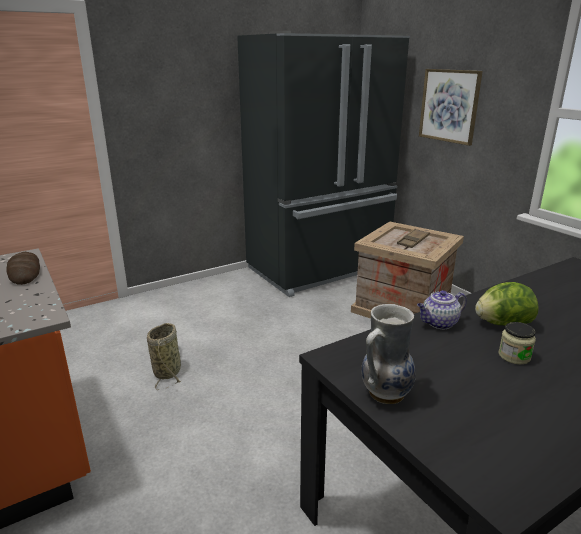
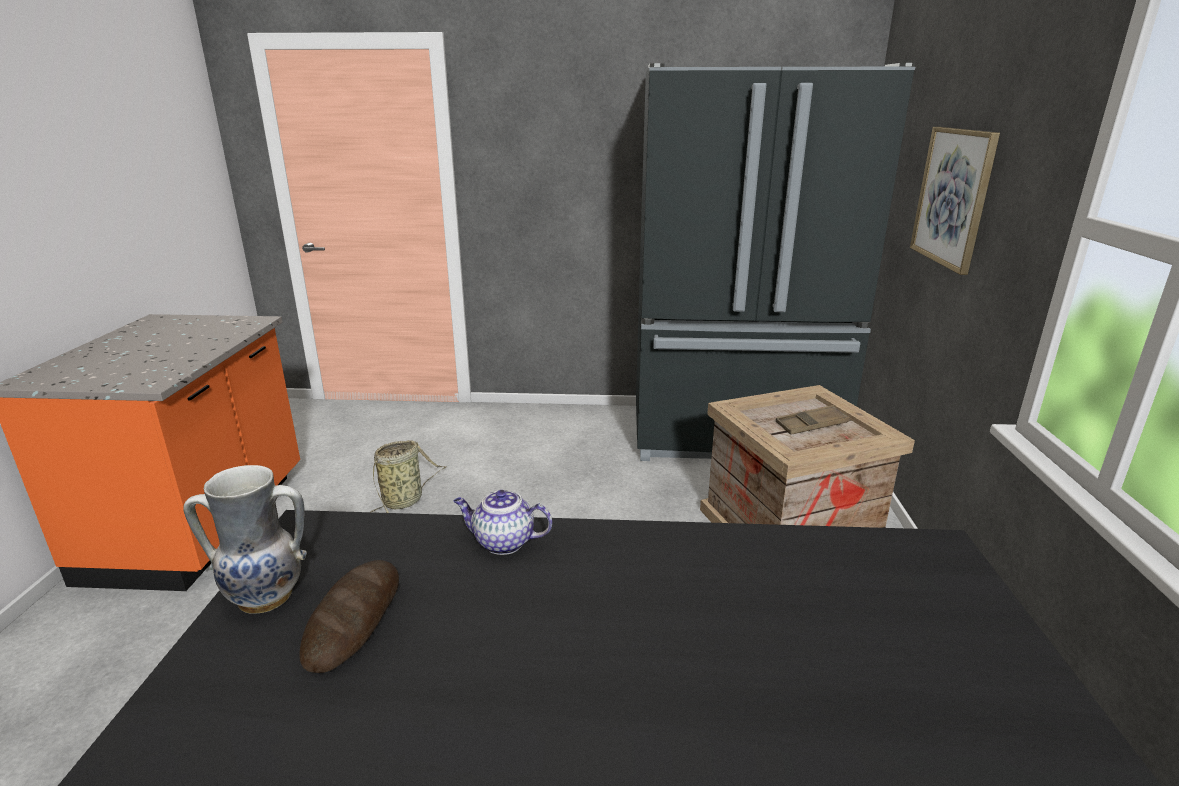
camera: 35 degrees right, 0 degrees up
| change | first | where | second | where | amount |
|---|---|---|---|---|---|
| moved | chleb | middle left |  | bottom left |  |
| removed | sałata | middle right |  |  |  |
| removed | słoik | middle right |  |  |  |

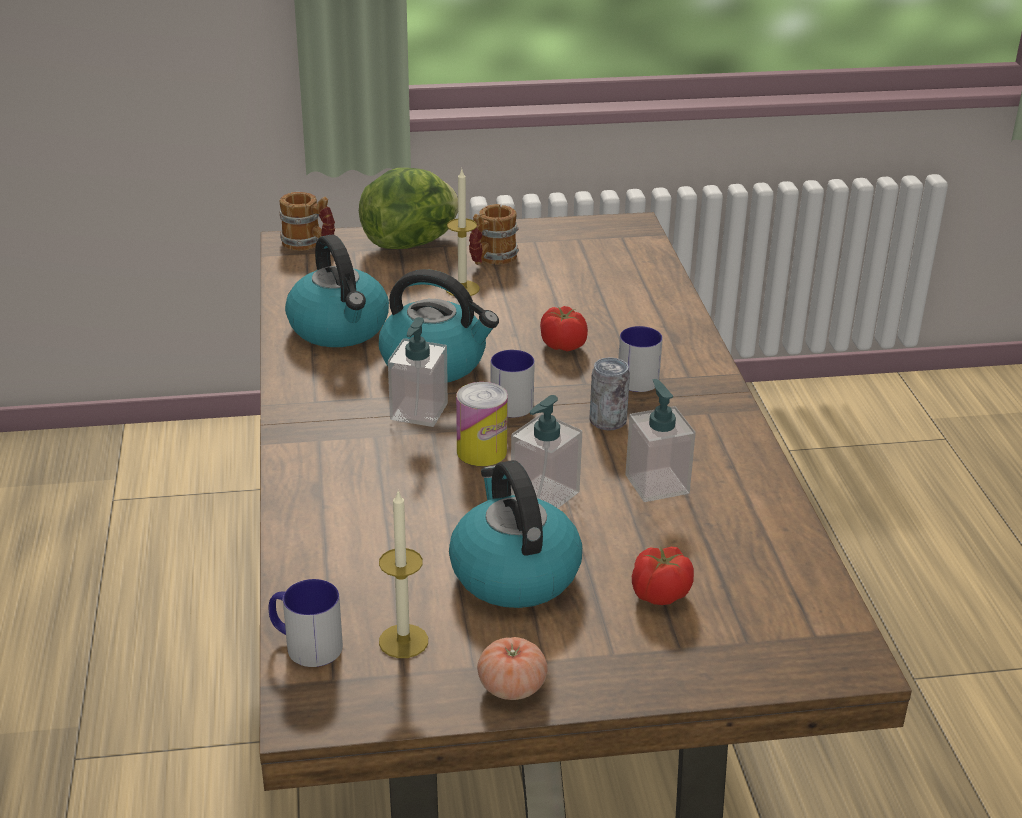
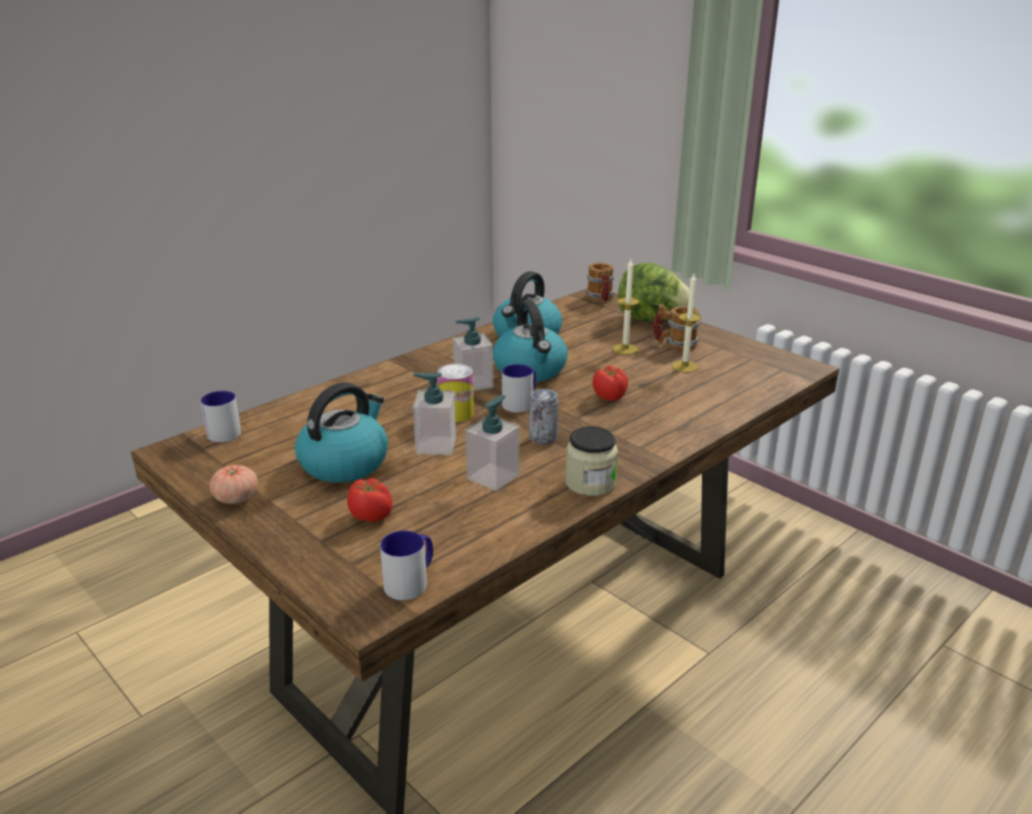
camera: 55 degrees right, 5 degrees down
| change | first | where | second | where | amount |
|---|---|---|---|---|---|
| moved | kubek (5th from left in the first image) | centre | kubek (2nd from left) | bottom centre |  |
| moved | świeca (1st from left in the first image) | bottom centre | świeca (2nd from left) | centre |  |
| added |  |  | słoik | centre |  |

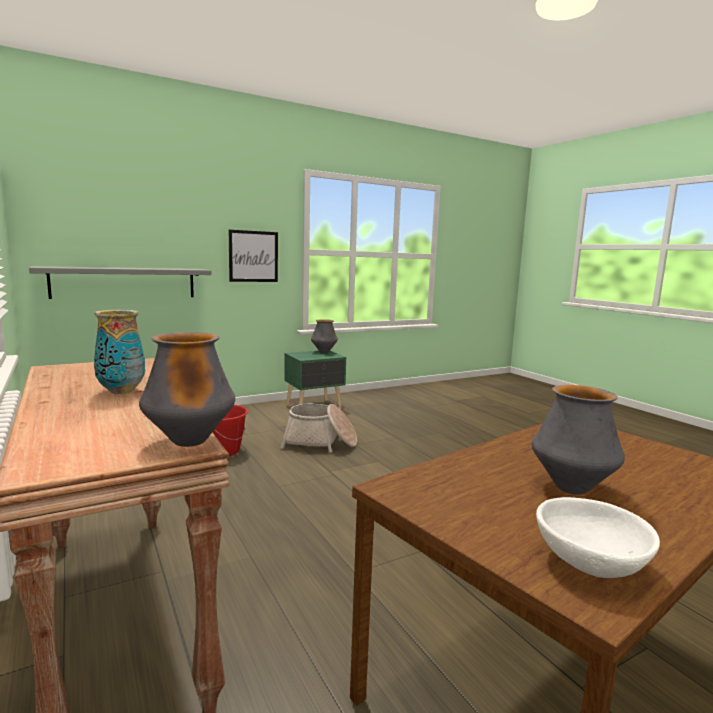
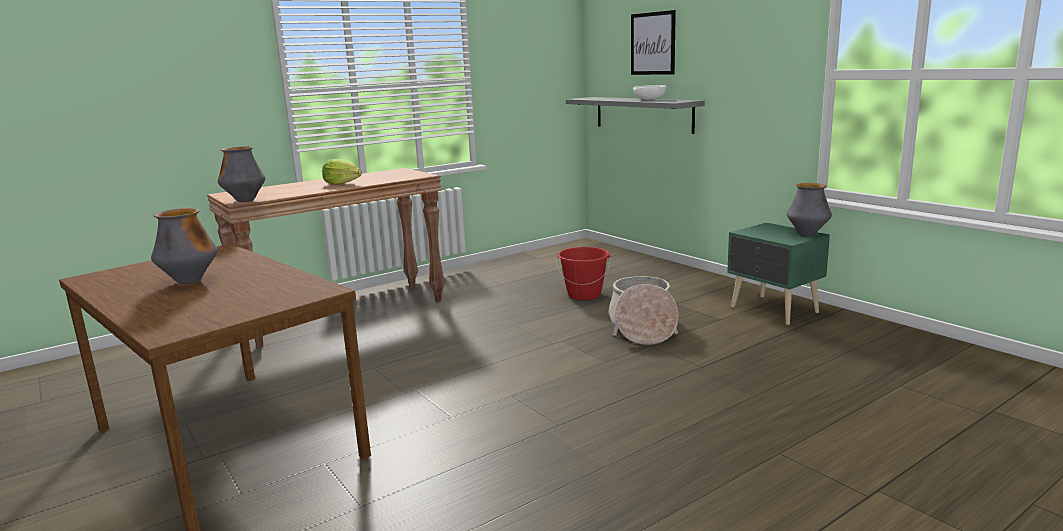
camera: 85 degrees right, 5 degrees up
| change | first | where | second | where | amount |
|---|---|---|---|---|---|
| moved | obraz | centre |  | top centre |  |
| replaced | wazon (1st from left) | middle left | sałata | top left |  |
| moved | miska [biały] | bottom right |  | top centre |  |

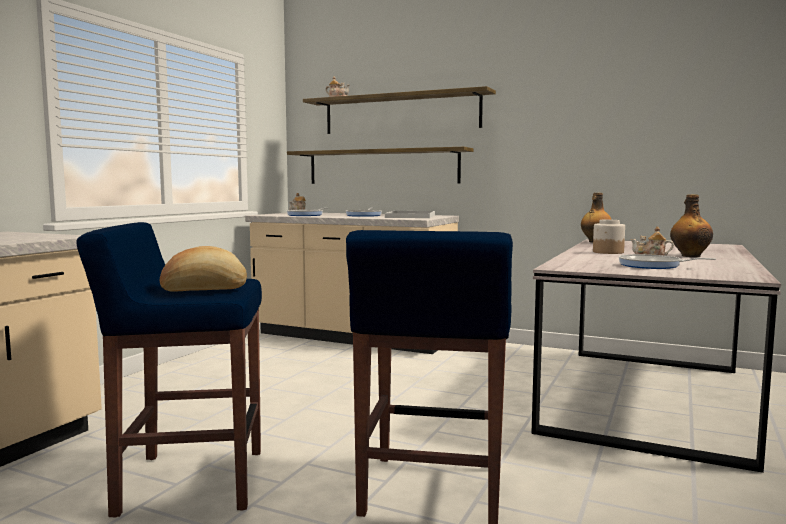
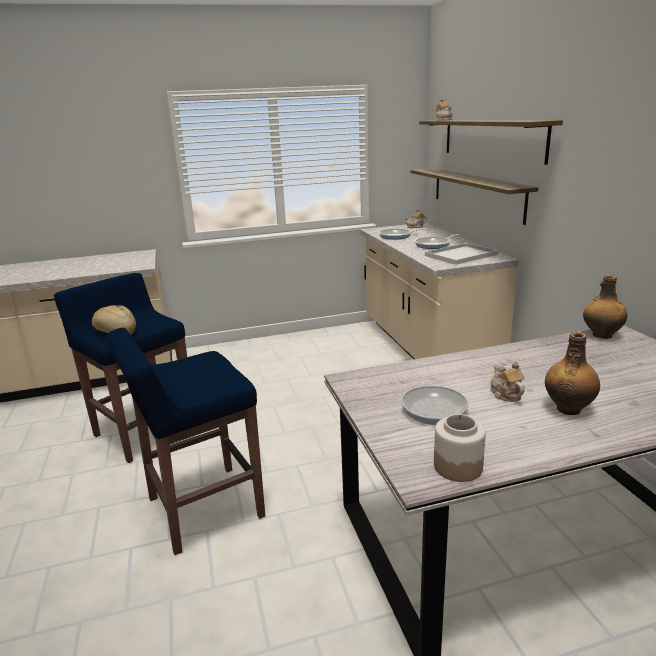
camera: 50 degrees right, 15 degrees up
| change | first | where | second | where | amount |
|---|---|---|---|---|---|
| moved | słoik | middle right |  | bottom right |  |

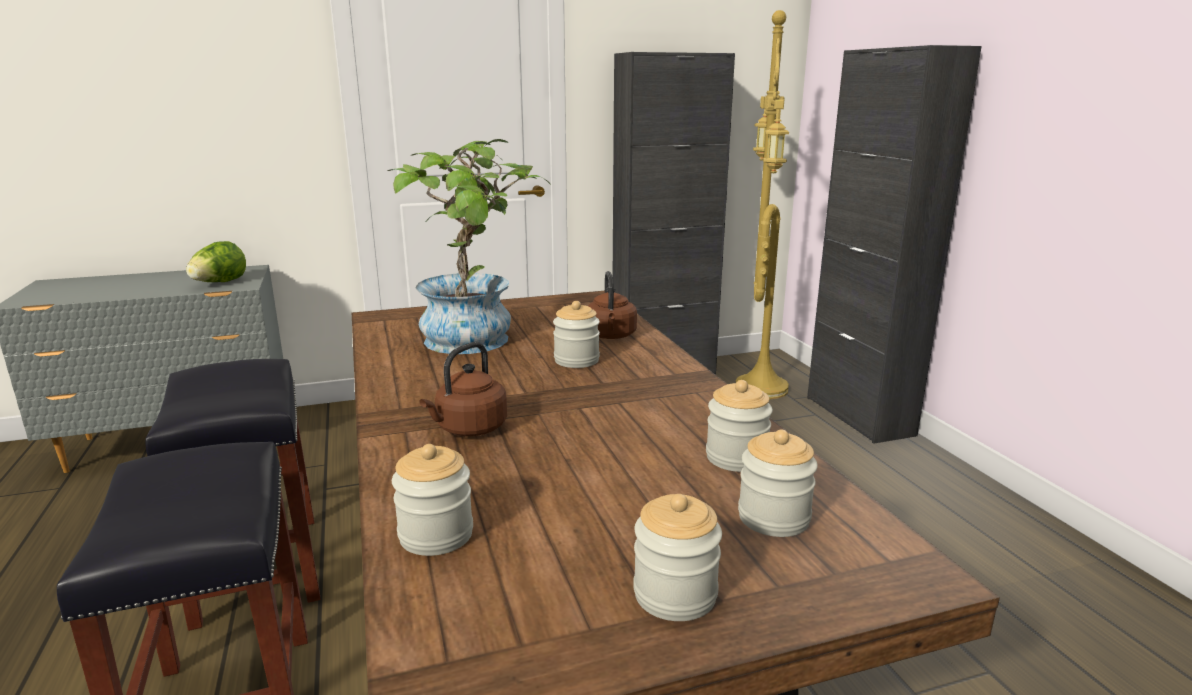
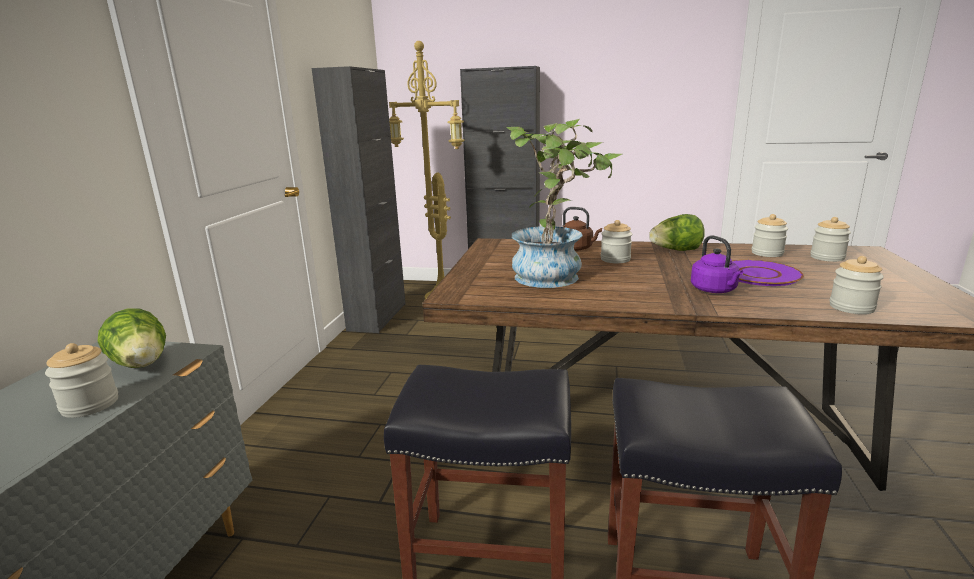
camera: 60 degrees left, 0 degrees up
| change | first | where | second | where | amount |
|---|---|---|---|---|---|
| recoloured | czajnik [brązowy] (1st from left) | centre | czajnik [fioletowy] | middle right |  |
| moved | słoik (3rd from left in the first image) | bottom centre | słoik (1st from left) | middle left |  |
| added |  |  | sałata (2nd from left) | middle right |  |
| added |  |  | talerz [fioletowy] | middle right |  |

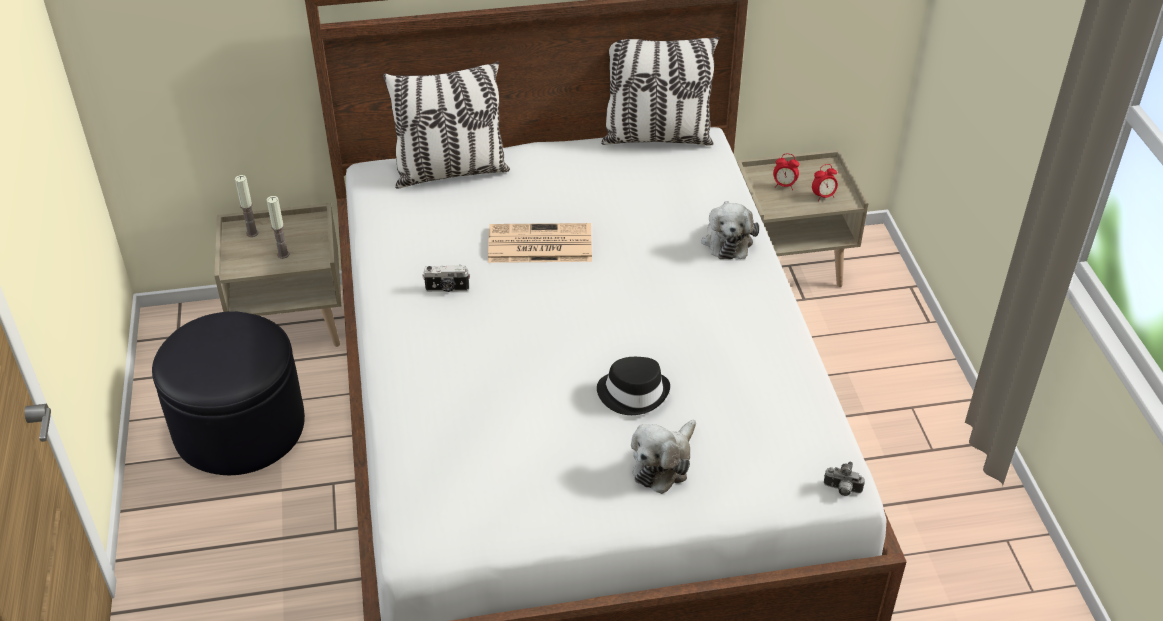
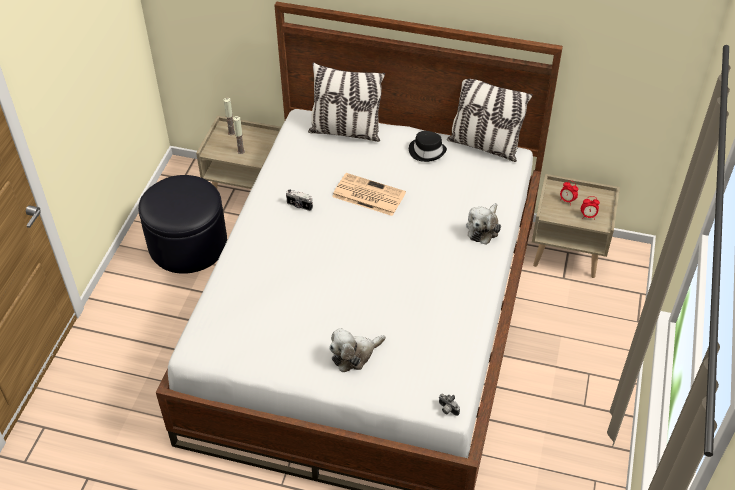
camera: 25 degrees right, 5 degrees up
| change | first | where | second | where | amount |
|---|---|---|---|---|---|
| moved | kapelusz [czarny] | centre |  | top centre |  |

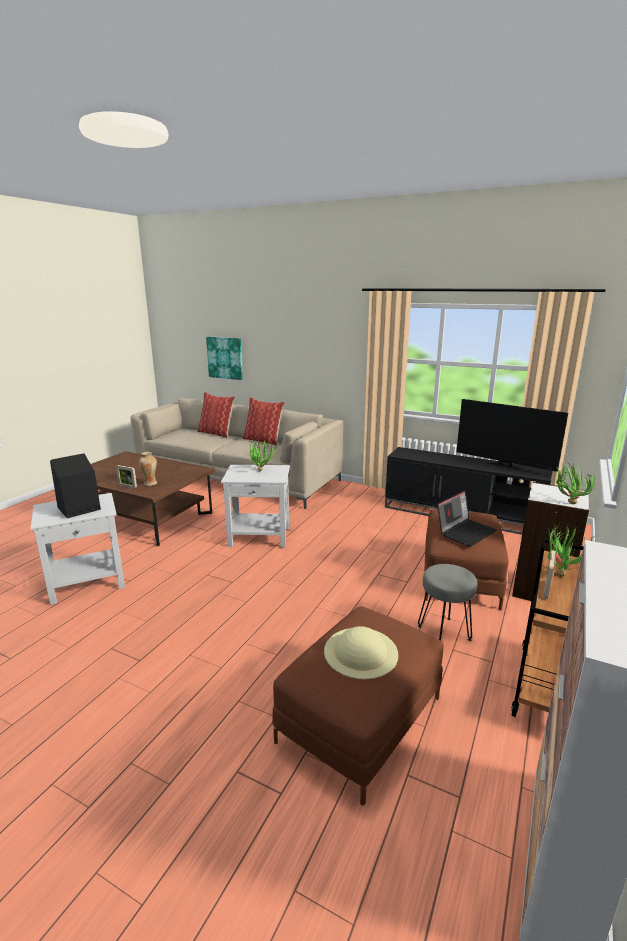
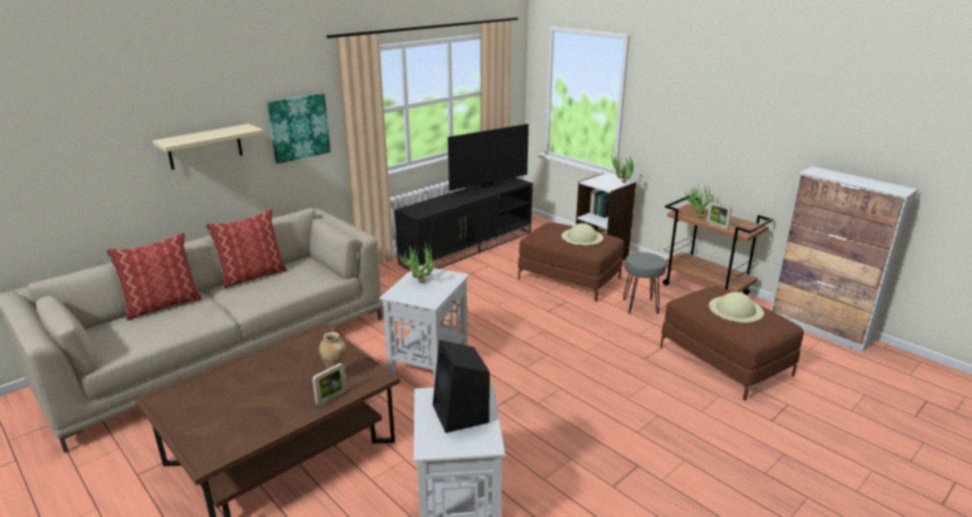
camera: 70 degrees left, 5 degrees up
| change | first | where | second | where | amount |
|---|---|---|---|---|---|
| moved | obraz | centre |  | top left |  |
| replaced | laptop | middle right | kapelusz [beżowy] (1st from left) | centre |  |
| added |  |  | półka [beżowy] | top left |  |

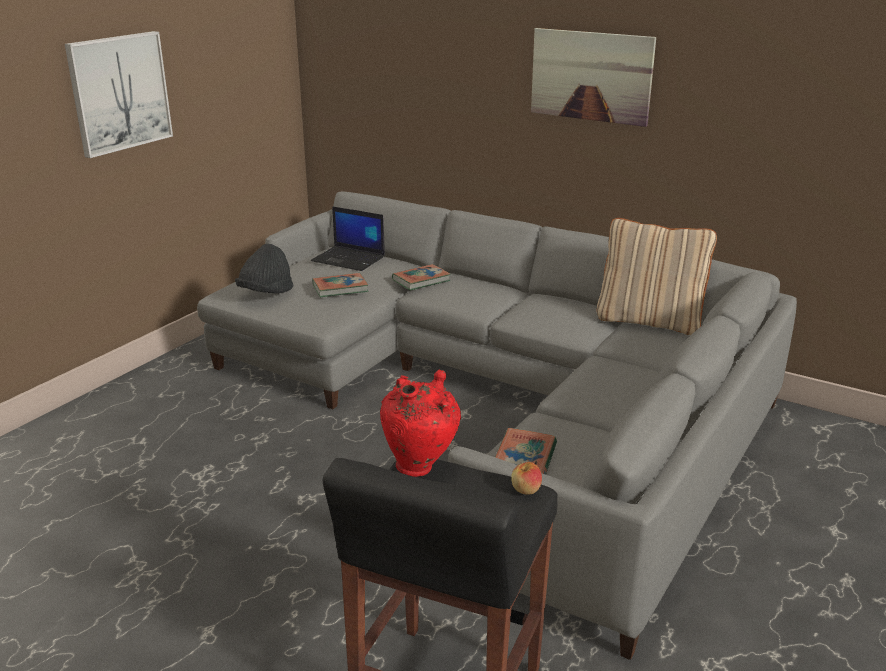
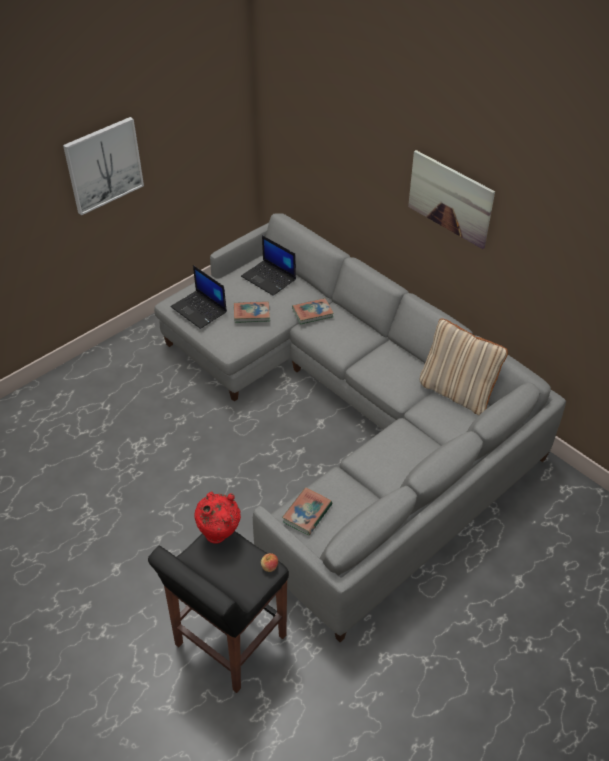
camera: 15 degrees right, 20 degrees up
| change | first | where | second | where | amount |
|---|---|---|---|---|---|
| replaced | kapelusz [czarny] | middle left | laptop (1st from left) | middle left |  |

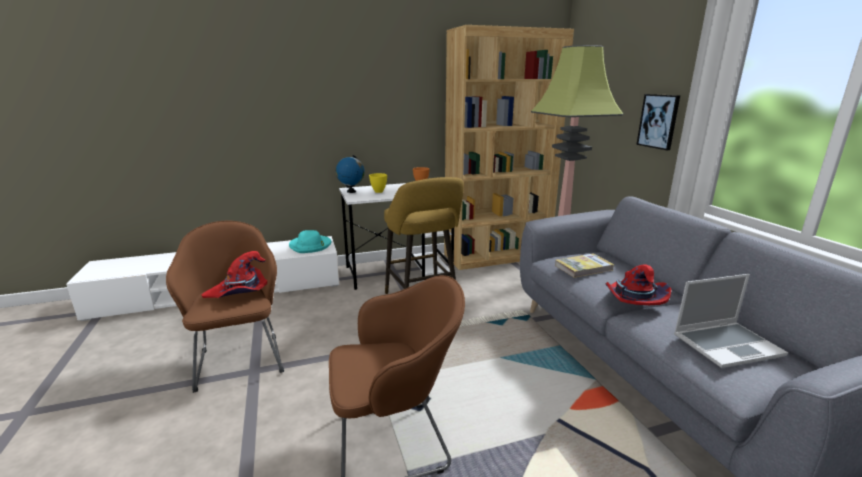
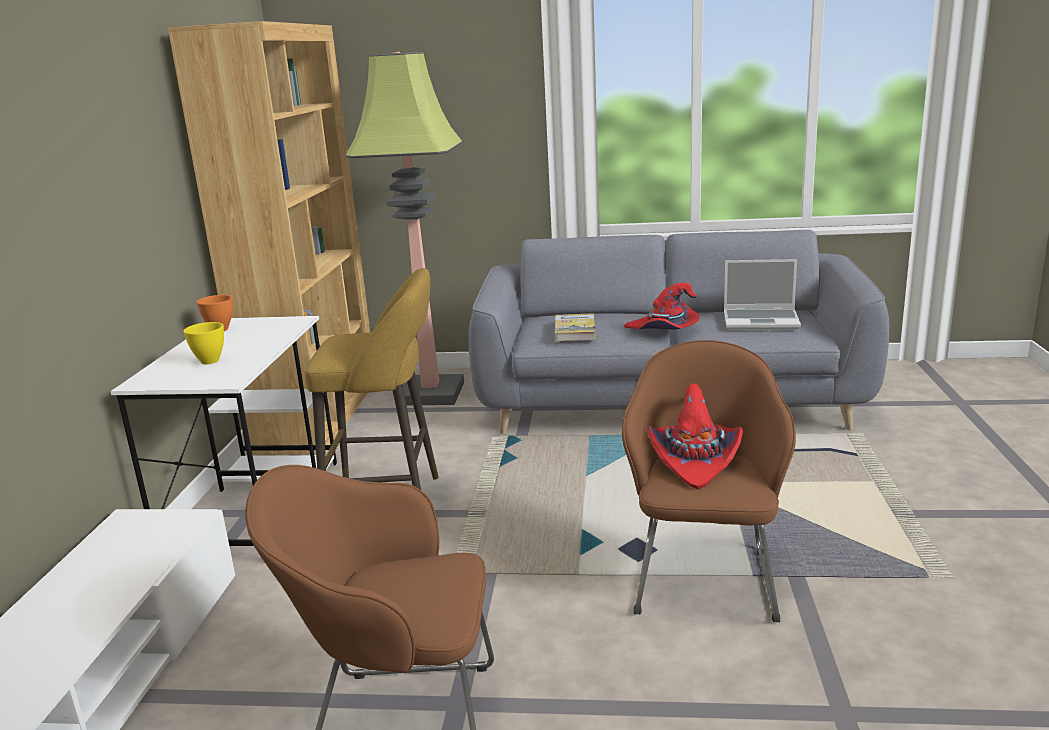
camera: 65 degrees left, 0 degrees up
| change | first | where | second | where | amount |
|---|---|---|---|---|---|
| removed | obraz | top right |  |  |  |
| removed | globus | centre |  |  |  |
| removed | kapelusz [turkusowy] | centre |  |  |  |
| moved | kapelusz [czerwony] (1st from left in the first image) | middle left | kapelusz [czerwony] (2nd from left) | centre |  |
| turned | laptop | bottom right |  | middle right | 90 degrees clockwise |

